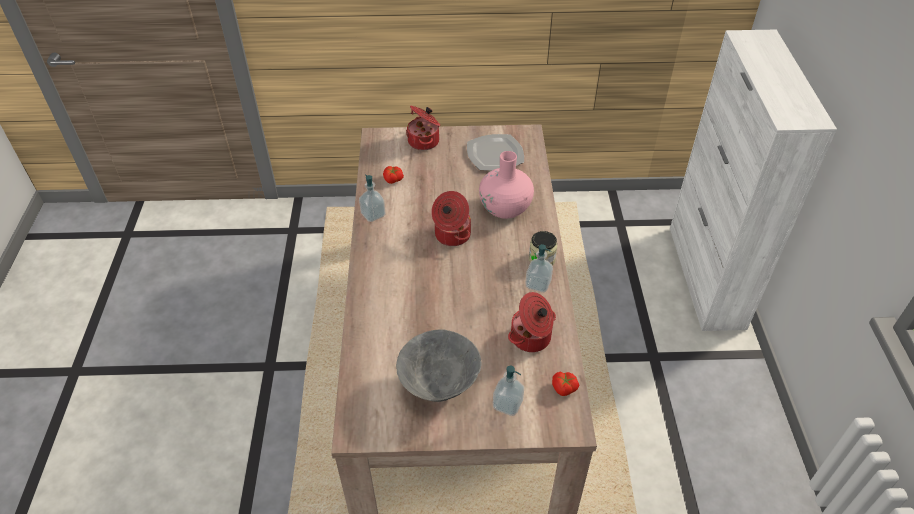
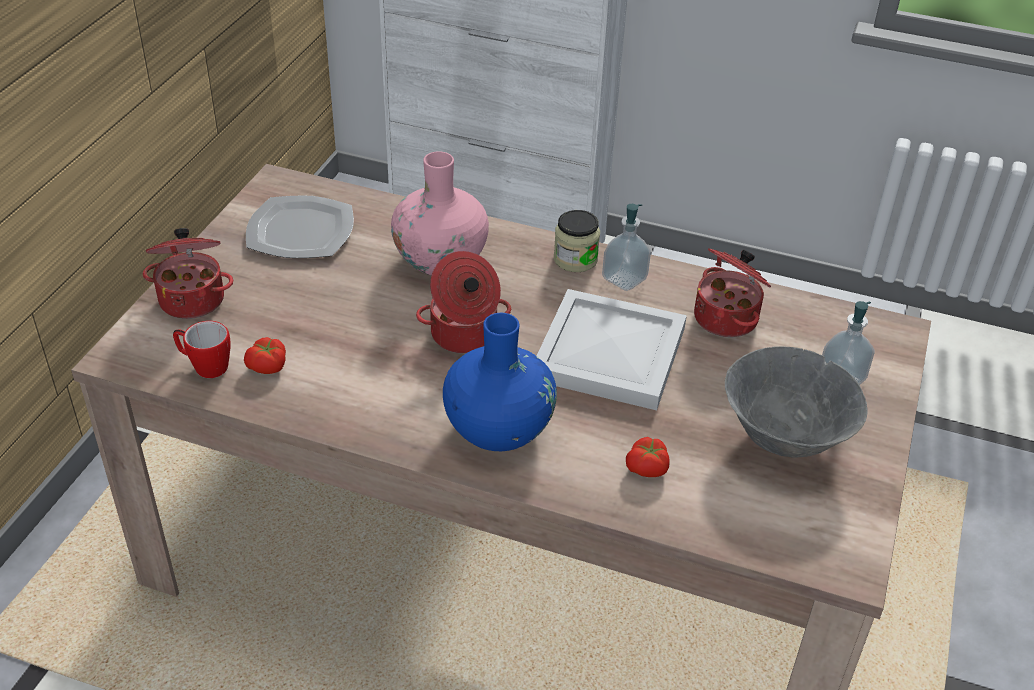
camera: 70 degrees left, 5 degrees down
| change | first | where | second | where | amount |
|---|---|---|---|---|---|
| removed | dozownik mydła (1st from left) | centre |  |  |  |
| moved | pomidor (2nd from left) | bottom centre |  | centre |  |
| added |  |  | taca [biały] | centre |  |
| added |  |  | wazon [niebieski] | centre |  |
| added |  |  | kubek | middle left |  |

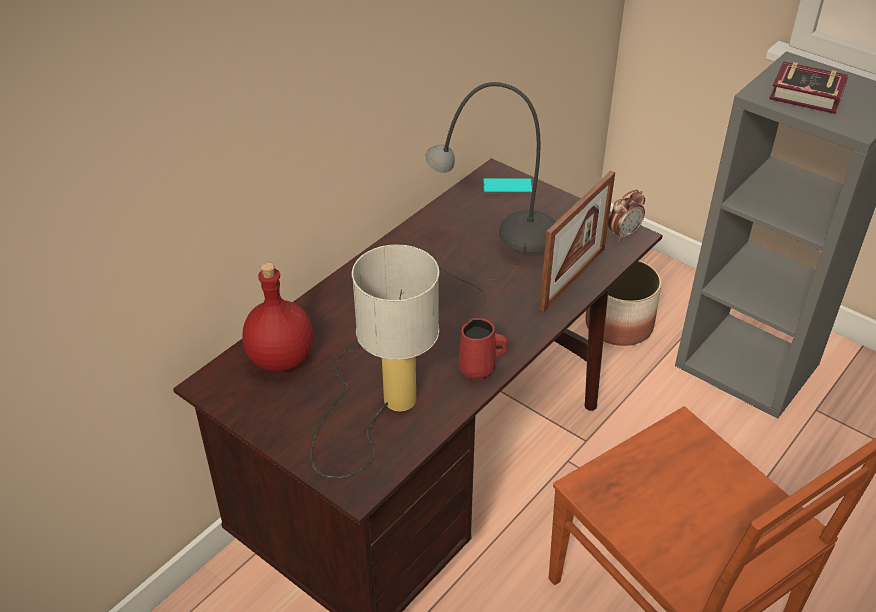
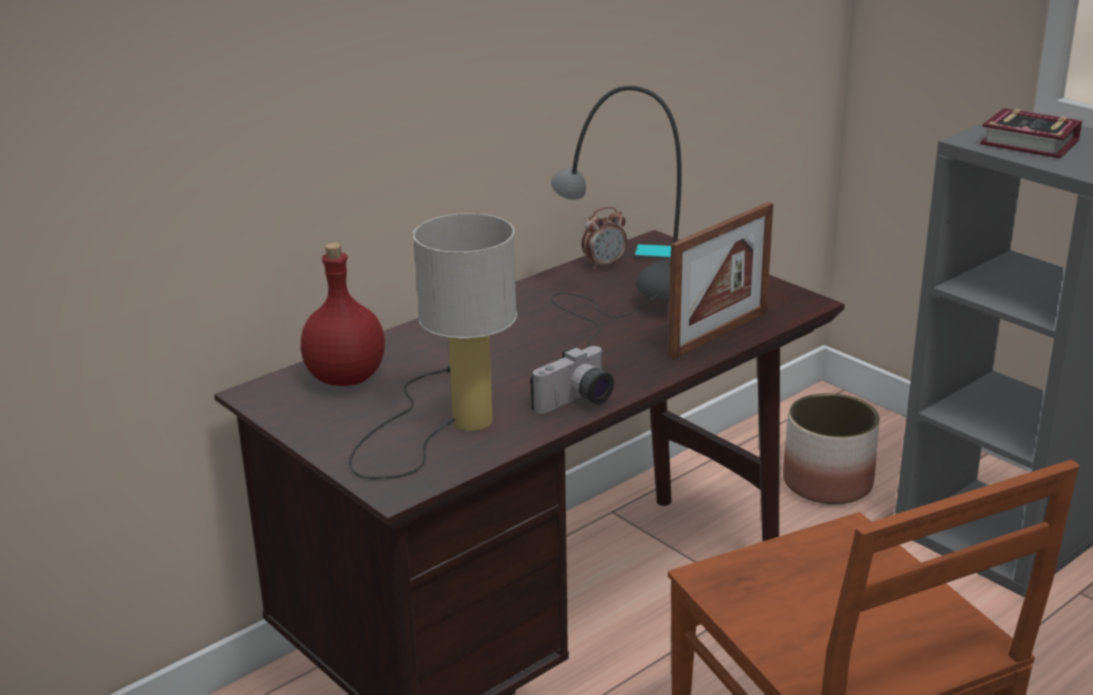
camera: 10 degrees right, 15 degrees down
| change | first | where | second | where | amount |
|---|---|---|---|---|---|
| moved | budzik | middle right |  | centre |  |
| replaced | kubek [czerwony] | centre | aparat fotograficzny | centre |  |

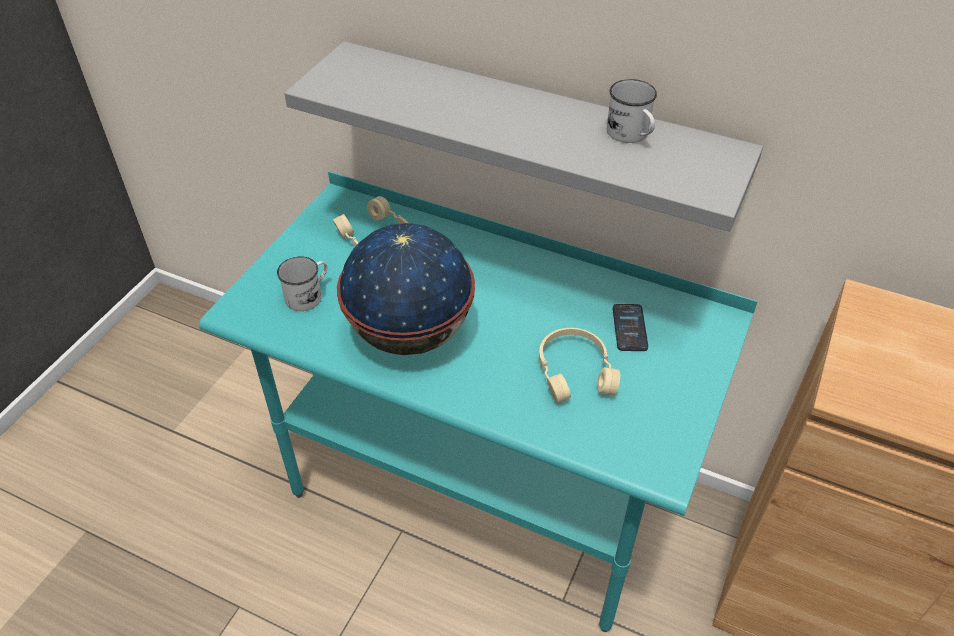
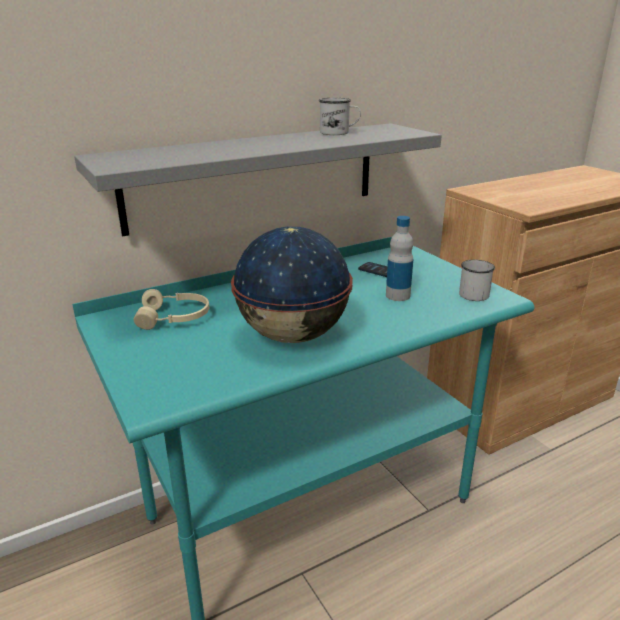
camera: 55 degrees left, 20 degrees down
| change | first | where | second | where | amount |
|---|---|---|---|---|---|
| moved | kubek [biały] (1st from left in the first image) | middle left | kubek [biały] (2nd from left) | middle right |  |
| replaced | słuchawki [beżowy] (2nd from left) | centre | butelka | centre |  |

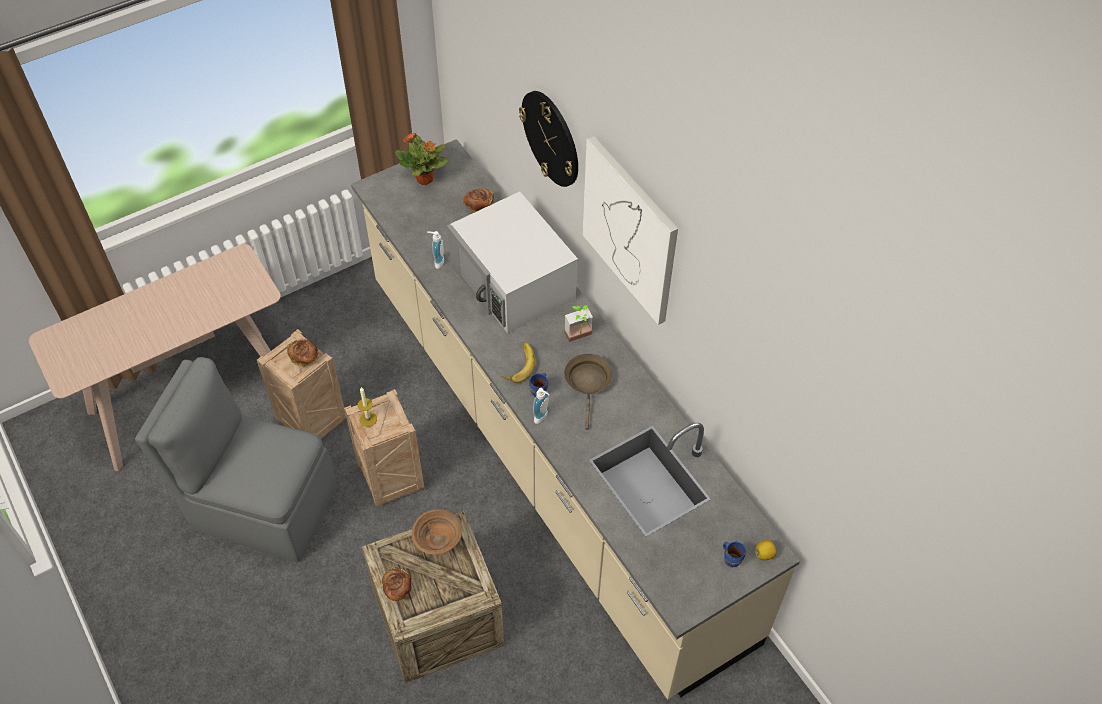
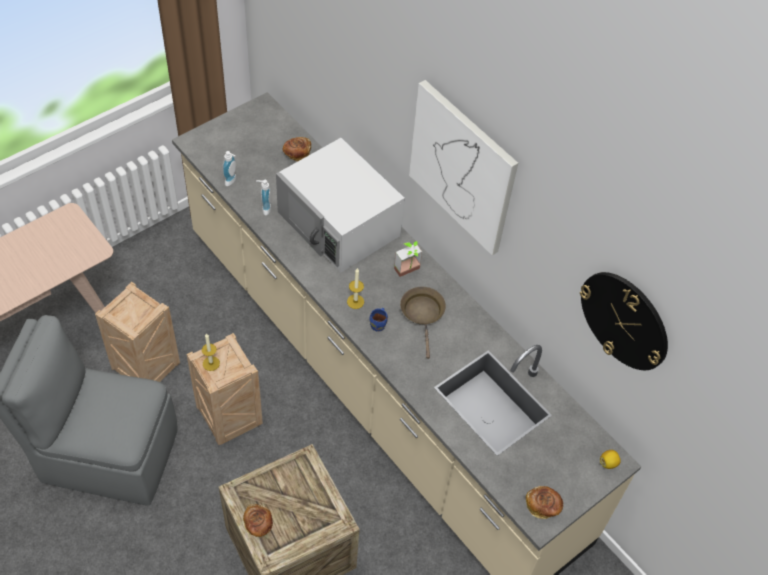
camera: 10 degrees left, 0 degrees up
| change | first | where | second | where | amount |
|---|---|---|---|---|---|
| moved | zegar ścienny | top centre |  | middle right |  |
| removed | roślina doniczkowa (1st from left) | top centre |  |  |  |
| moved | chleb (1st from left in the first image) | middle left | chleb (3rd from left) | bottom right |  |
| replaced | banan | centre | świeca (2nd from left) | centre |  |
| moved | dozownik mydła (2nd from left in the first image) | centre | dozownik mydła (1st from left) | top left |  |
| removed | miska [brązowy] | bottom centre |  |  |  |
| removed | kubek [niebieski] (2nd from left) | bottom centre |  |  |  |

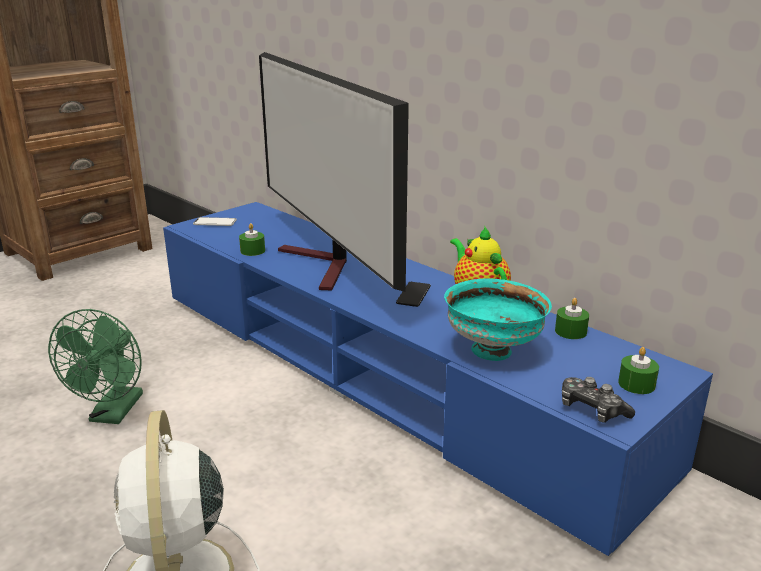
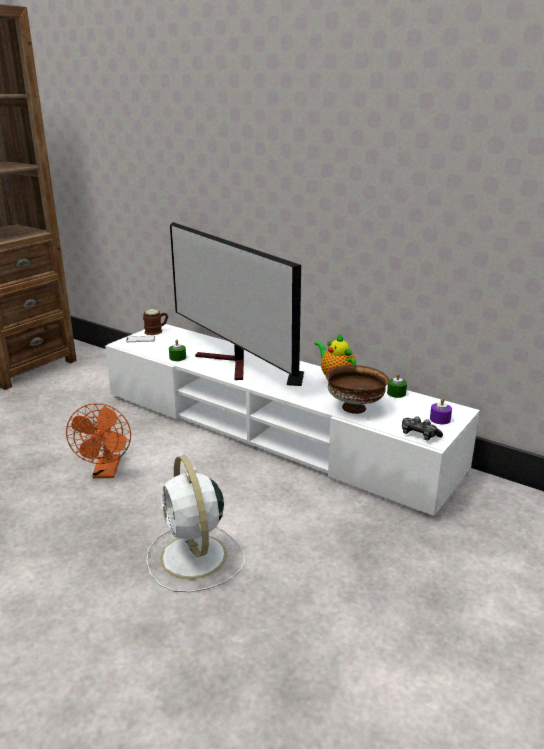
camera: 10 degrees left, 0 degrees up
| change | first | where | second | where | amount |
|---|---|---|---|---|---|
| recoloured | szafka pod telewizor [niebieski] | centre | szafka pod telewizor [biały] | centre |  |
| recoloured | miska [turkusowy] | centre | miska [brązowy] | centre |  |
| recoloured | wentylator [zielony] | middle left | wentylator [pomarańczowy] | middle left |  |
| recoloured | świeca [zielony] (3rd from left) | middle right | świeca [fioletowy] | middle right |  |
| added |  |  | kubek [brązowy] | middle left |  |

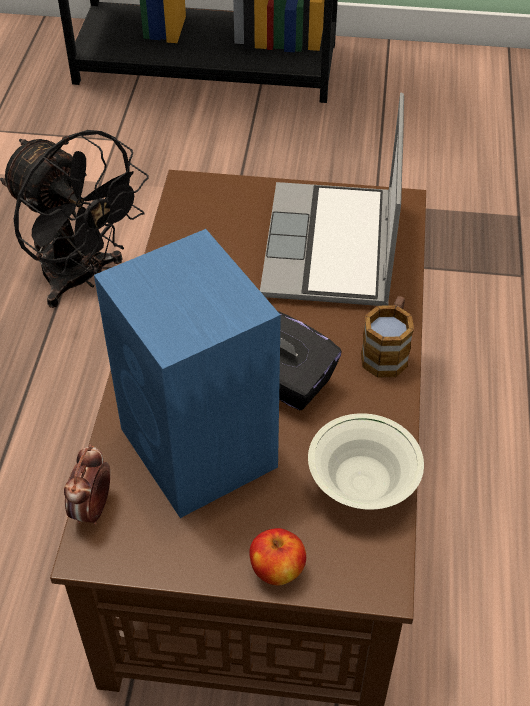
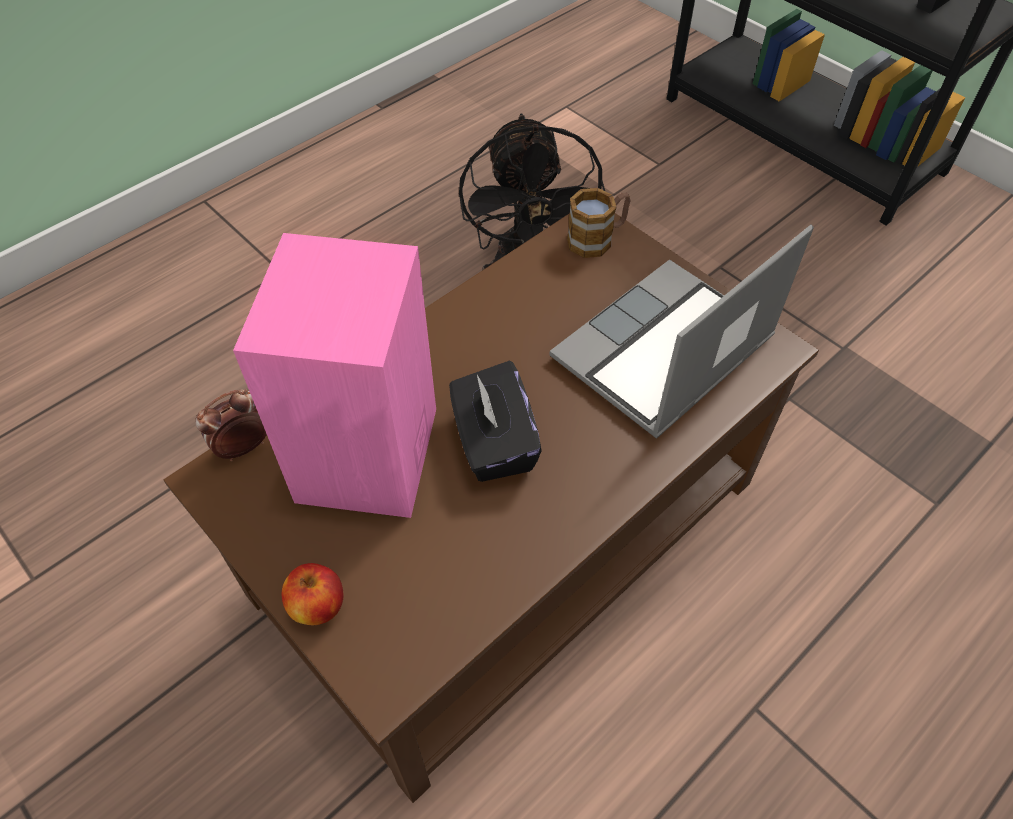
camera: 40 degrees right, 5 degrees up
| change | first | where | second | where | amount |
|---|---|---|---|---|---|
| recoloured | głośnik [niebieski] | centre | głośnik [różowy] | middle left |  |
| moved | kubek | middle right |  | top centre |  |
| removed | miska [biały] | middle right |  |  |  |

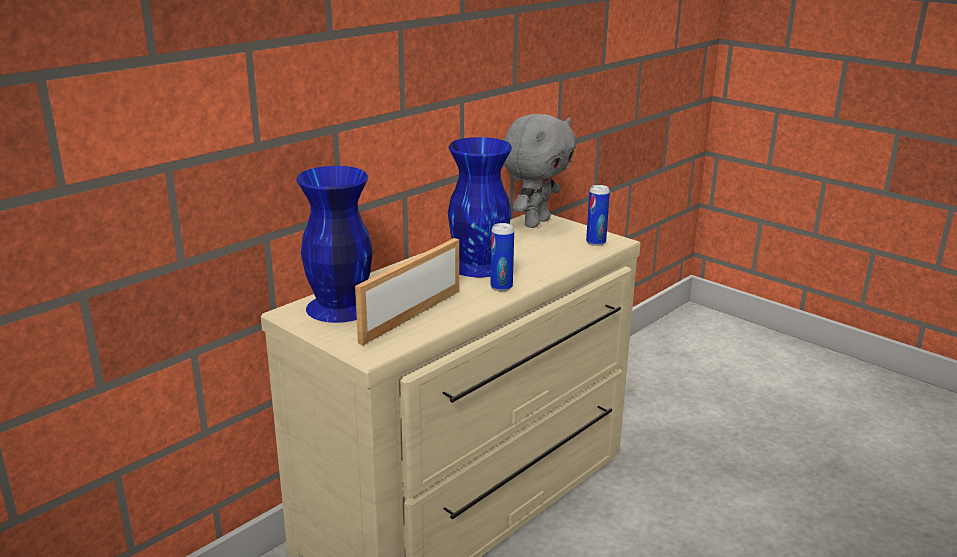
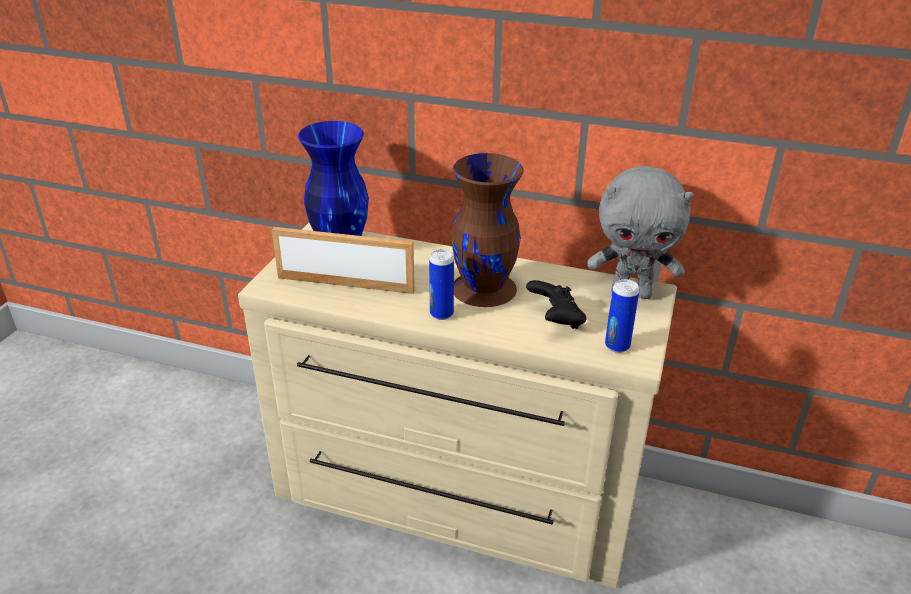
camera: 65 degrees right, 10 degrees up
| change | first | where | second | where | amount |
|---|---|---|---|---|---|
| recoloured | wazon [niebieski] (2nd from left) | centre | wazon [brązowy] | centre |  |
| added |  |  | pad do gier [czarny] | centre |  |

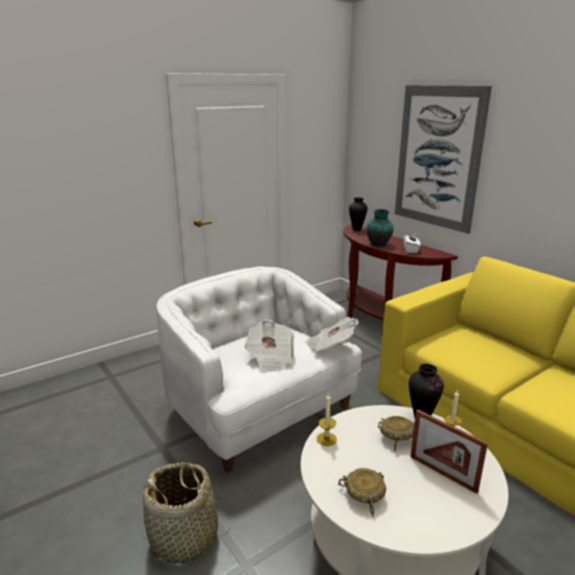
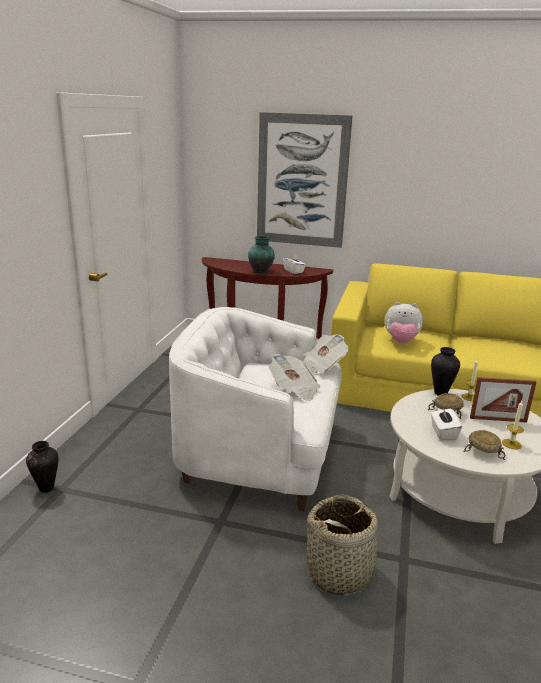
camera: 40 degrees left, 0 degrees up
| change | first | where | second | where | amount |
|---|---|---|---|---|---|
| moved | wazon (1st from left) | centre |  | bottom left |  |
| moved | świeca (1st from left in the first image) | bottom centre | świeca (2nd from left) | middle right |  |
| added |  |  | pluszak | middle right |  |
| added |  |  | pudełko chusteczek [biały] (2nd from left) | middle right |  |

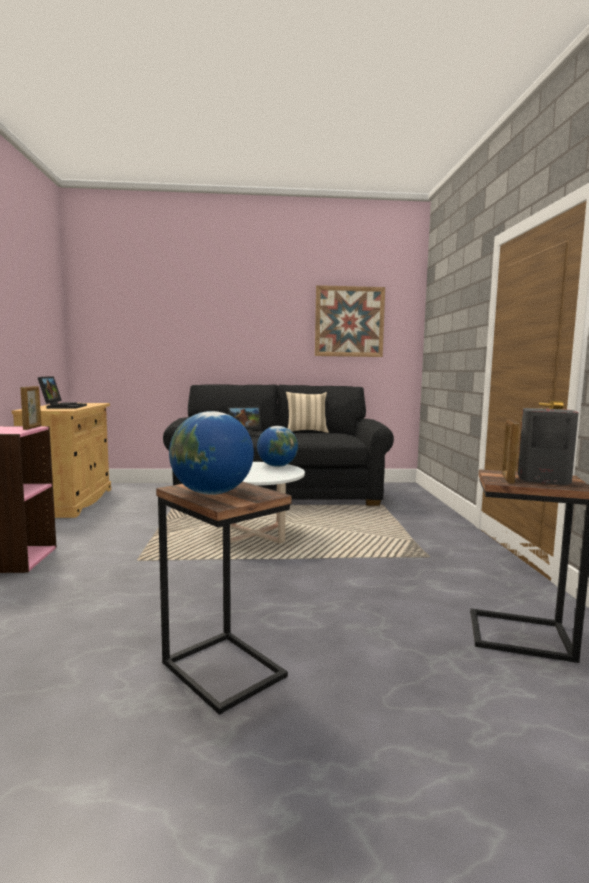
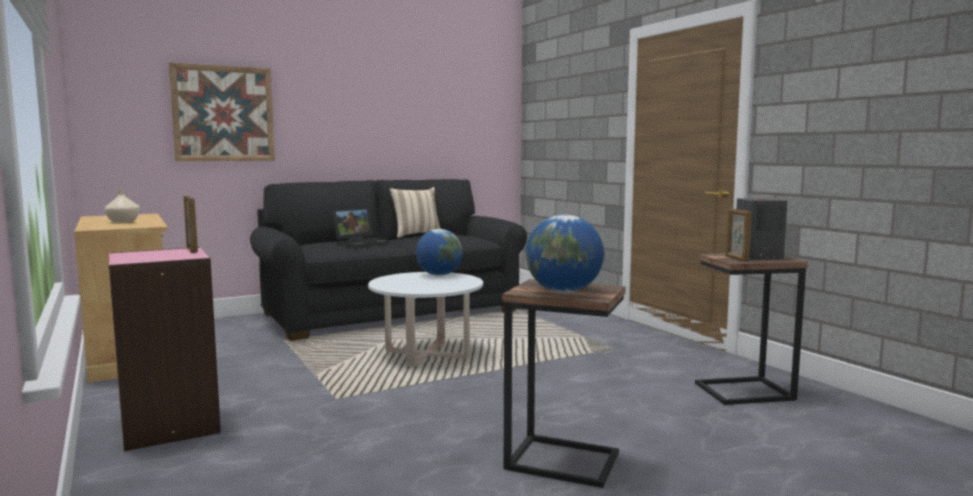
camera: 25 degrees left, 0 degrees up
| change | first | where | second | where | amount |
|---|---|---|---|---|---|
| moved | obraz | centre |  | top left |  |
| replaced | laptop (1st from left) | middle left | wazon [beżowy] | middle left |  |

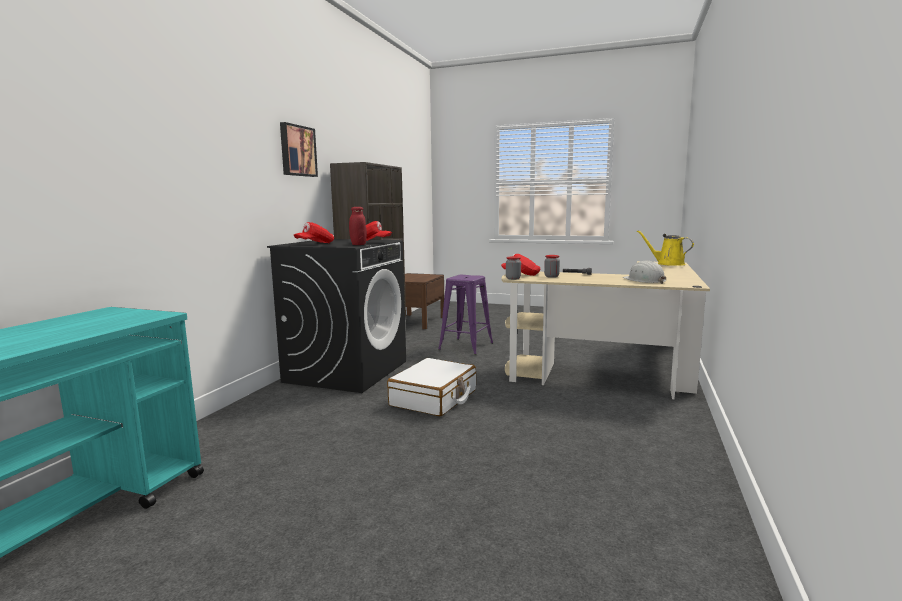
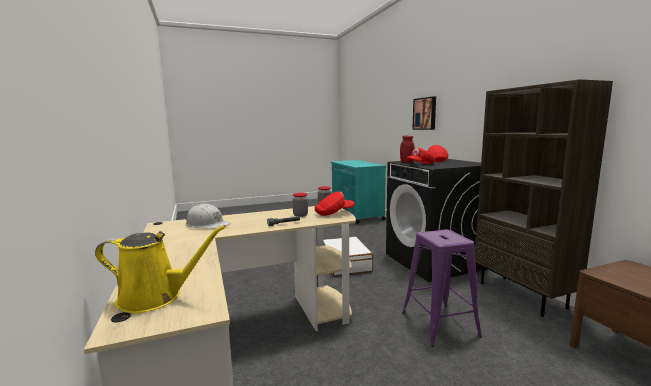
camera: 140 degrees right, 0 degrees up
| change | first | where | second | where | amount |
|---|---|---|---|---|---|
| moved | obraz | top left |  | top centre |  |

